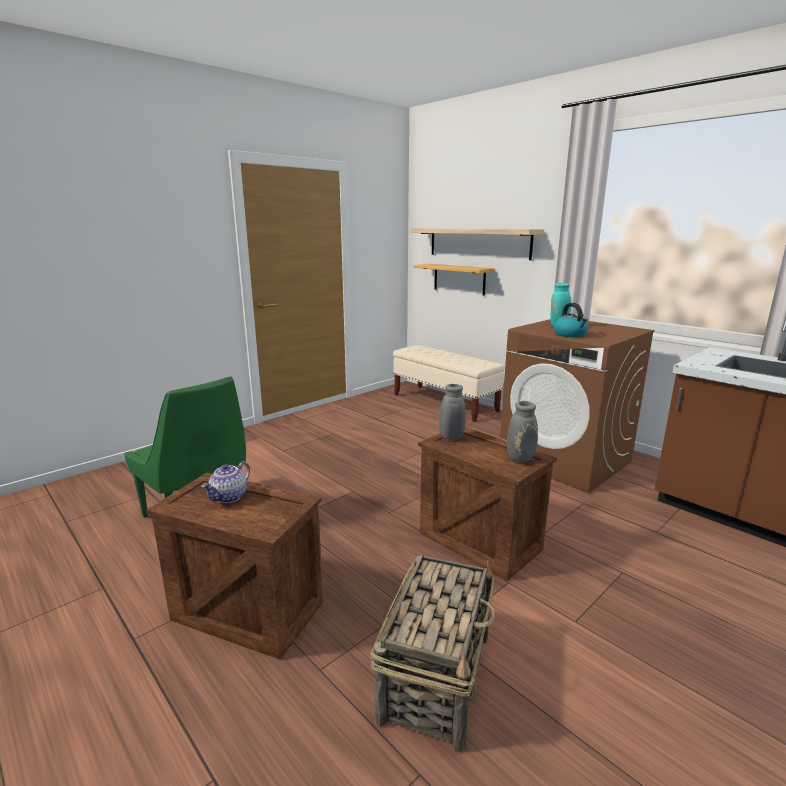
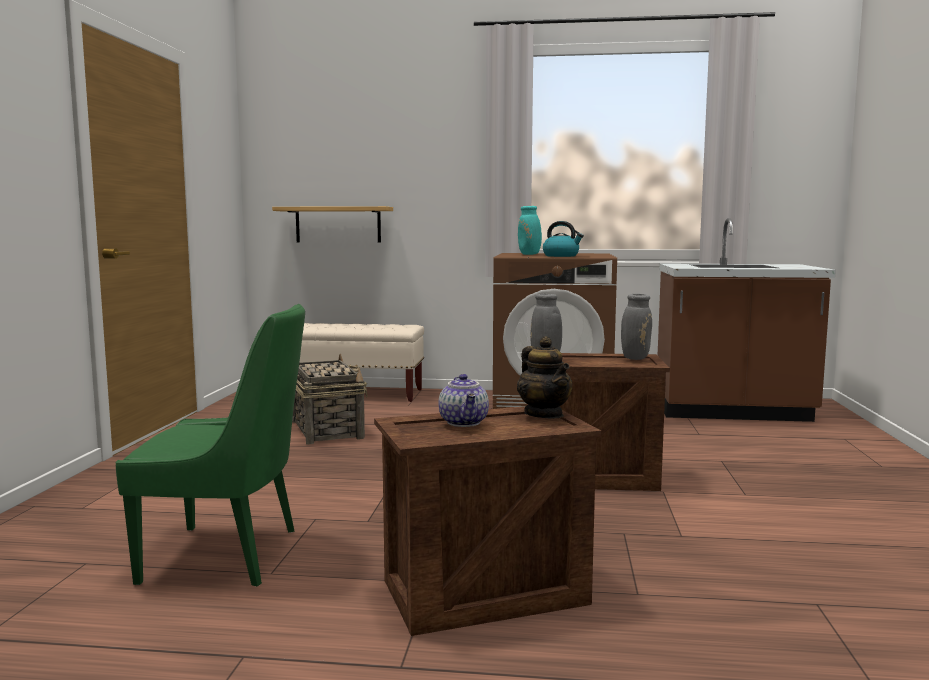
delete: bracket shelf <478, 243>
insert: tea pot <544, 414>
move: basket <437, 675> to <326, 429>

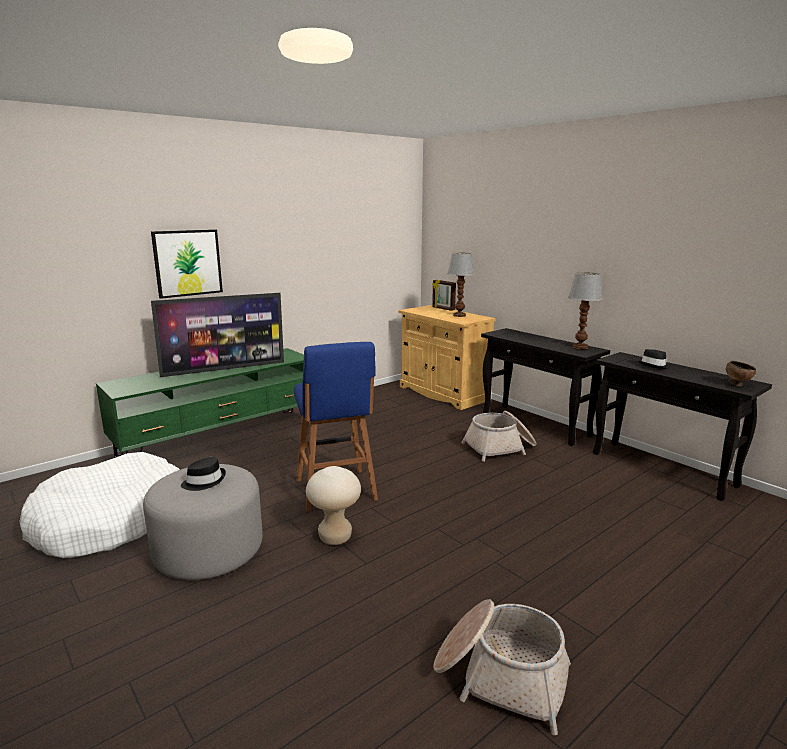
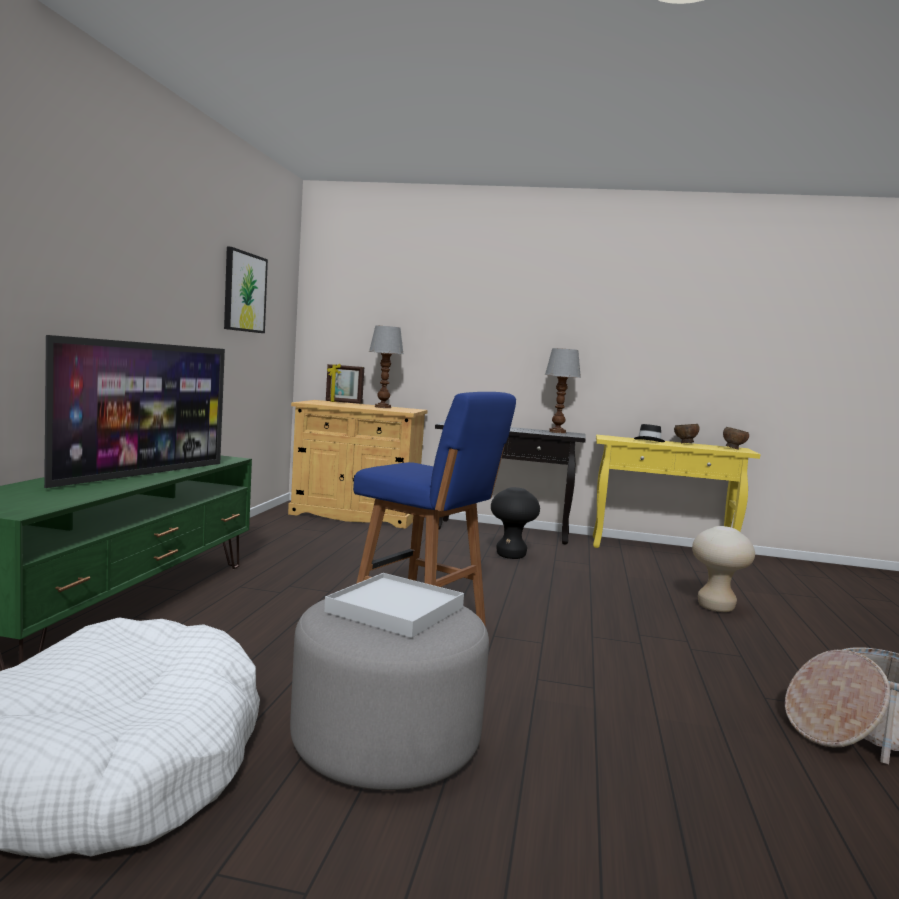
insert: deep dish in brown-coloured <685, 443>
move: wall art <187, 263> to <244, 292>; stool seat in beige <335, 537> to <715, 607>
replace: basket <500, 448> to stool seat in blackish <511, 556>; hat in blackish <204, 481> to tray in white <395, 610>
recolor: narrow table in blackish <663, 469> to narrow table in yellow <662, 550>

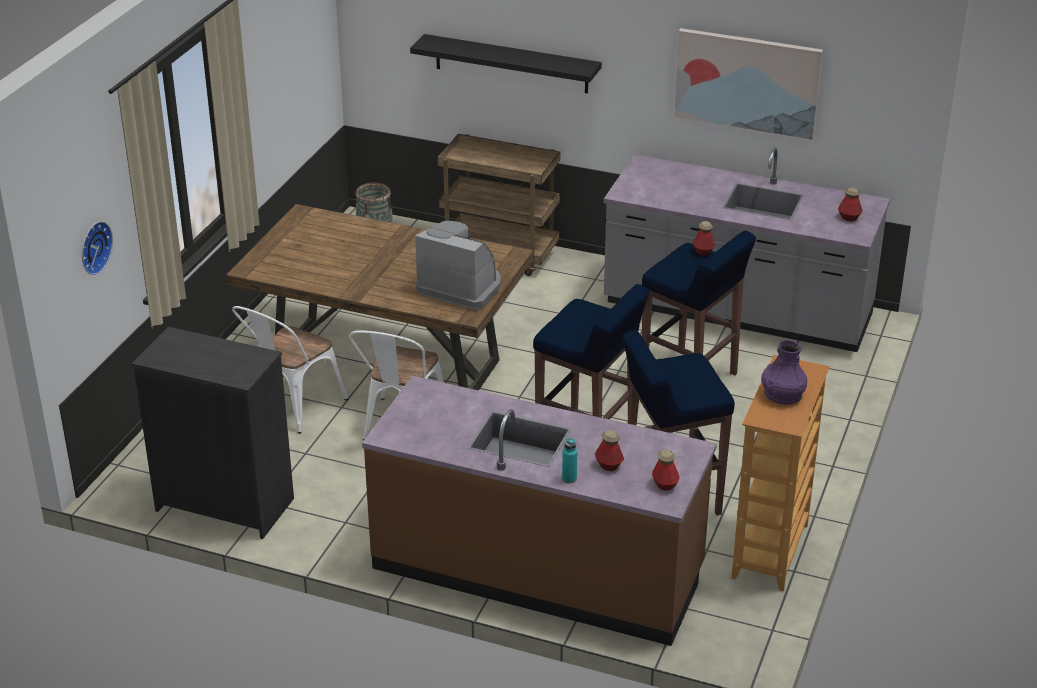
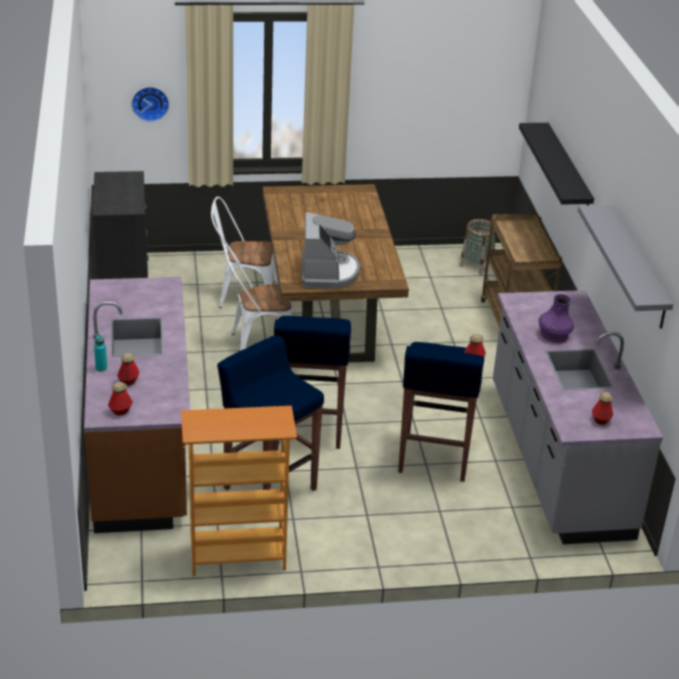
move: flower vase in purple <782, 394> to <554, 335>
replace: wall art <747, 82> to bracket shelf in grey <637, 267>

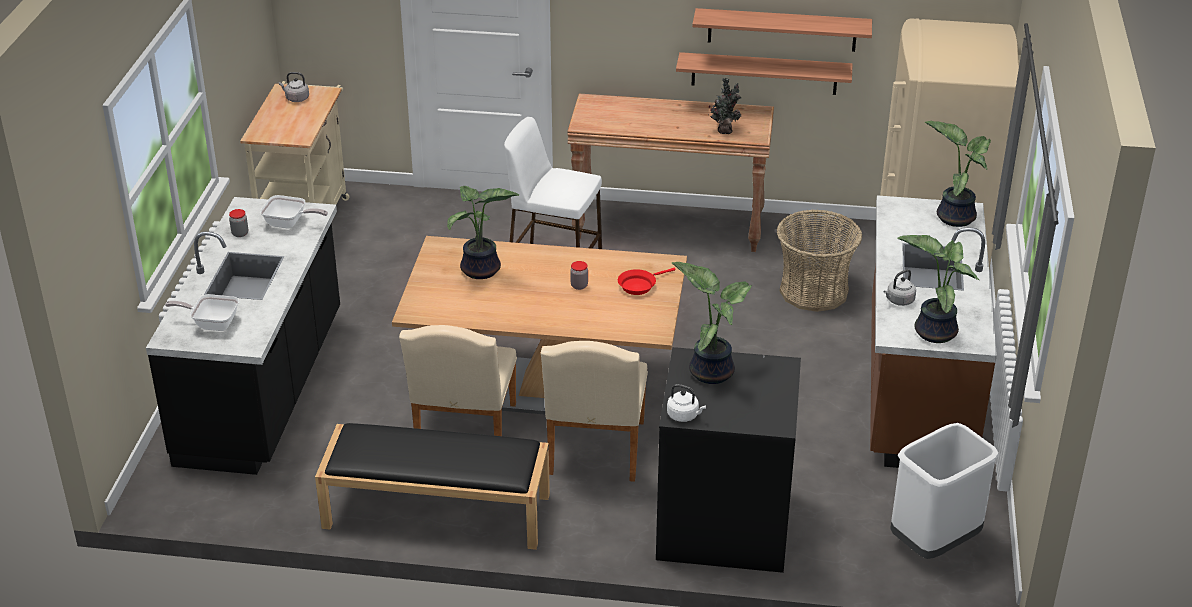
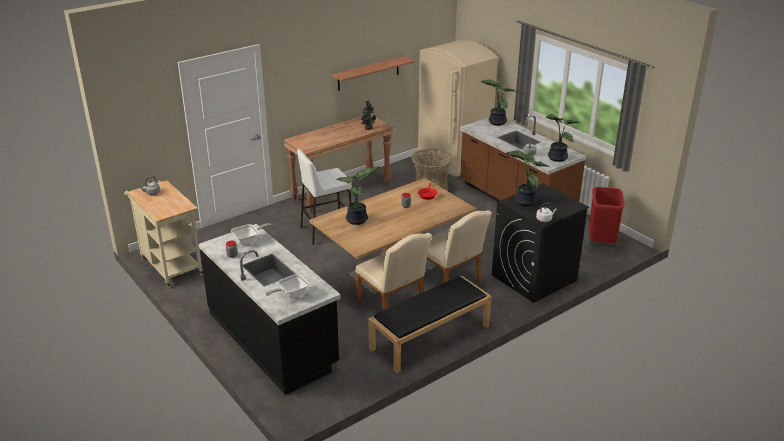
delete: bracket shelf <764, 73>
recolor: trash can in white <934, 543> to trash can in reddish <601, 244>

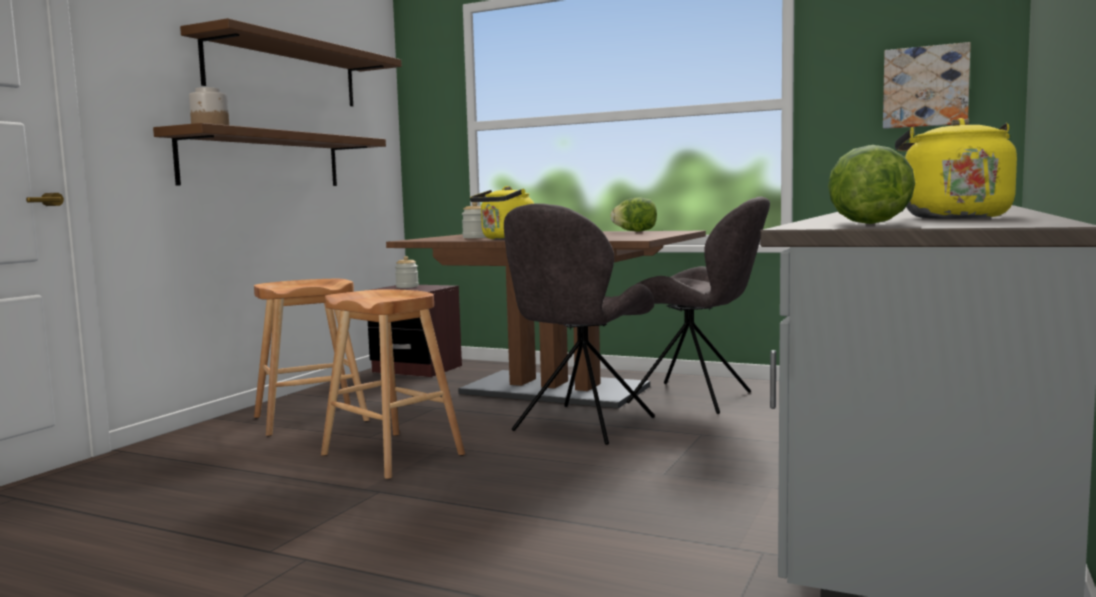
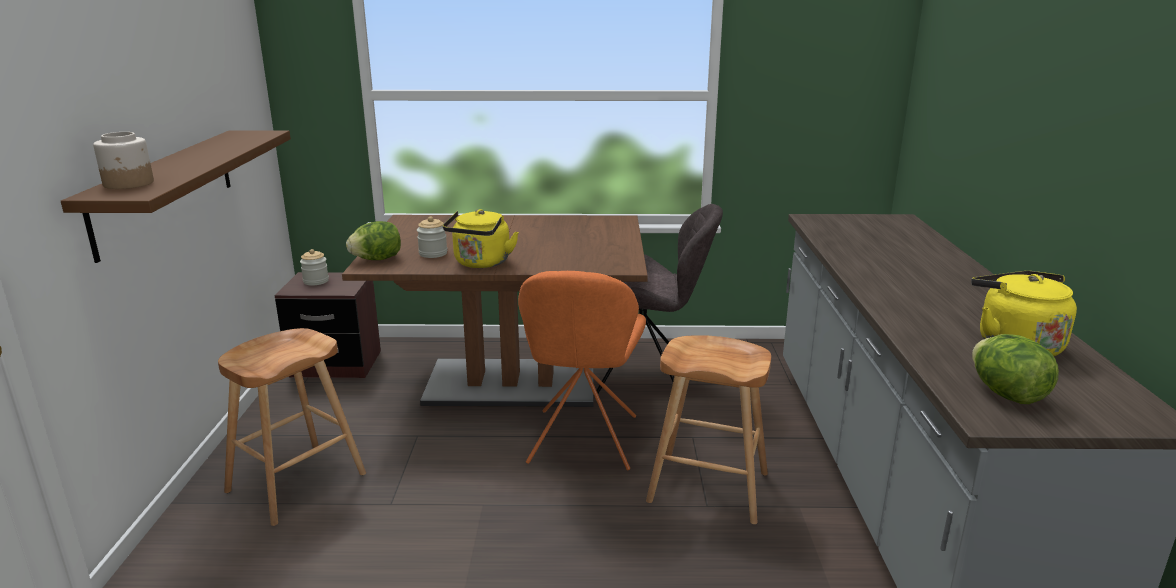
delete: bracket shelf in brown-coloured <283, 72>; wall art <925, 87>
move: head of lettuce <635, 231> to <377, 259>; stool seat in brown-coloured <392, 455> to <707, 487>
recolor: upright chair in grey <581, 425> to upright chair in orange-coloured <582, 442>

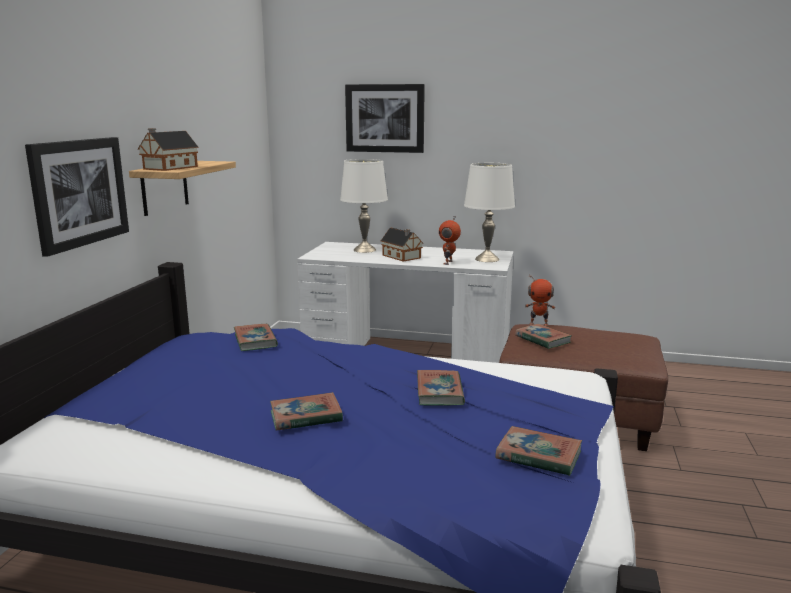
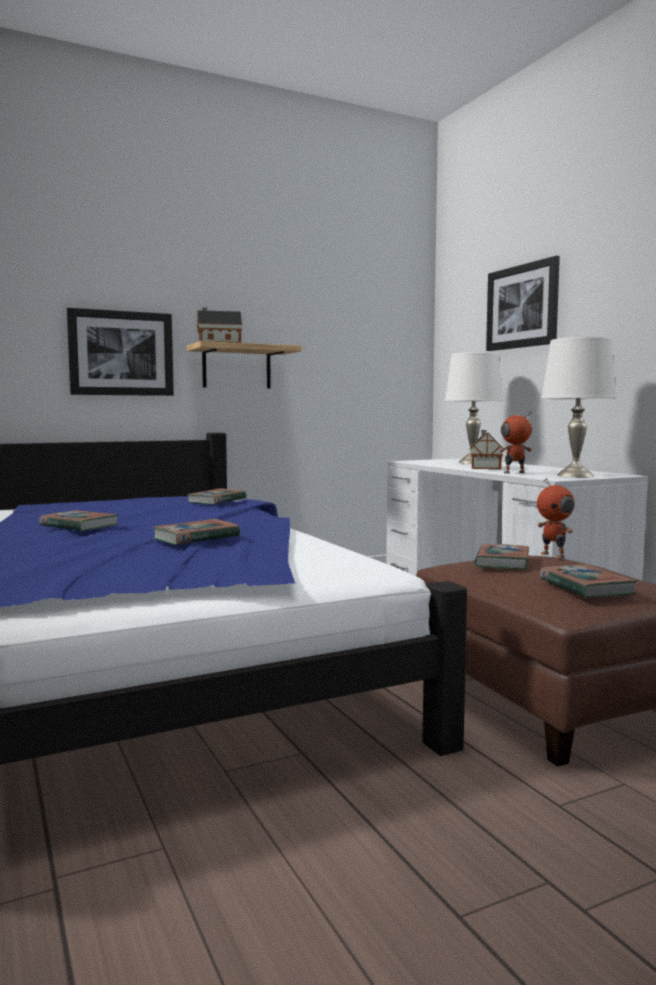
move: volume <538, 456> to <585, 587>

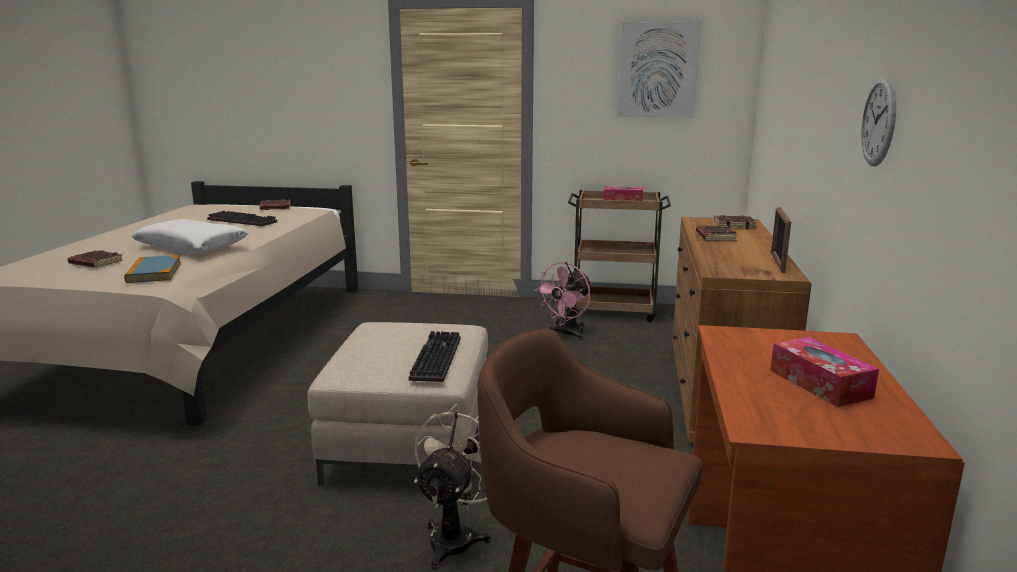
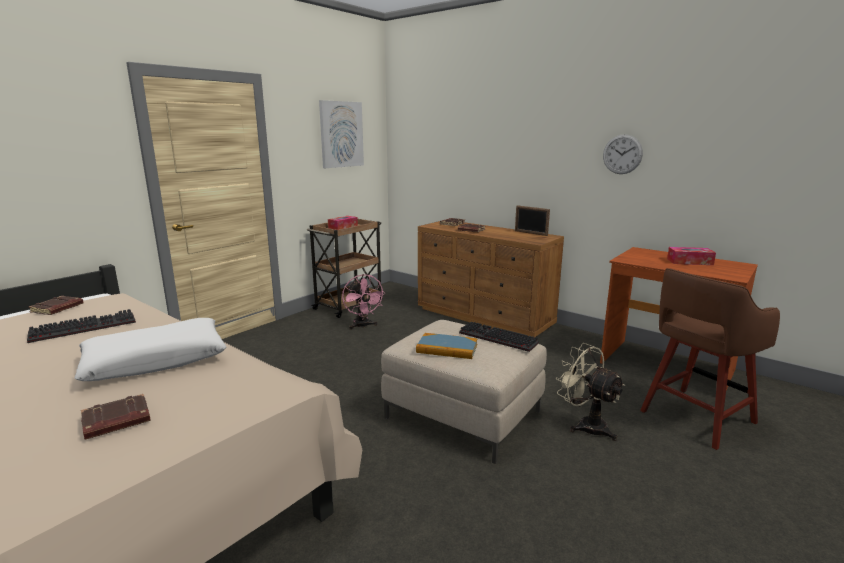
move: volume <154, 272> to <447, 349>

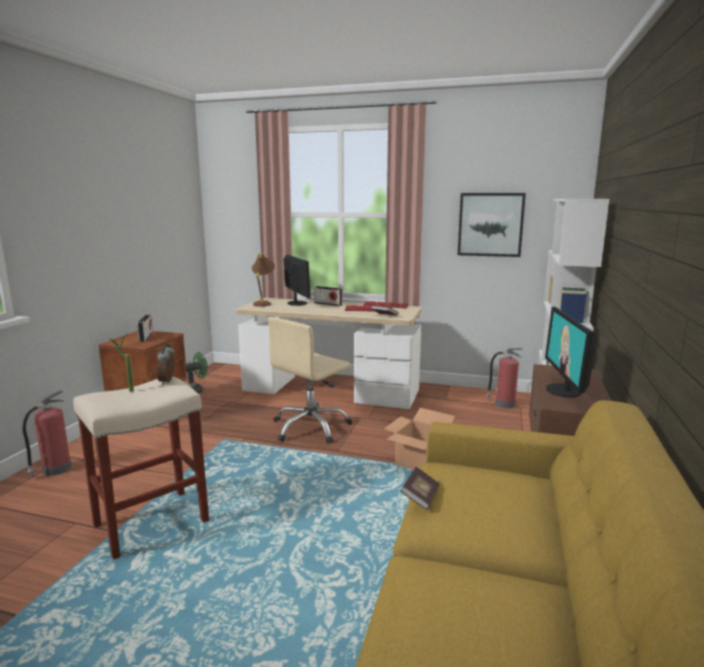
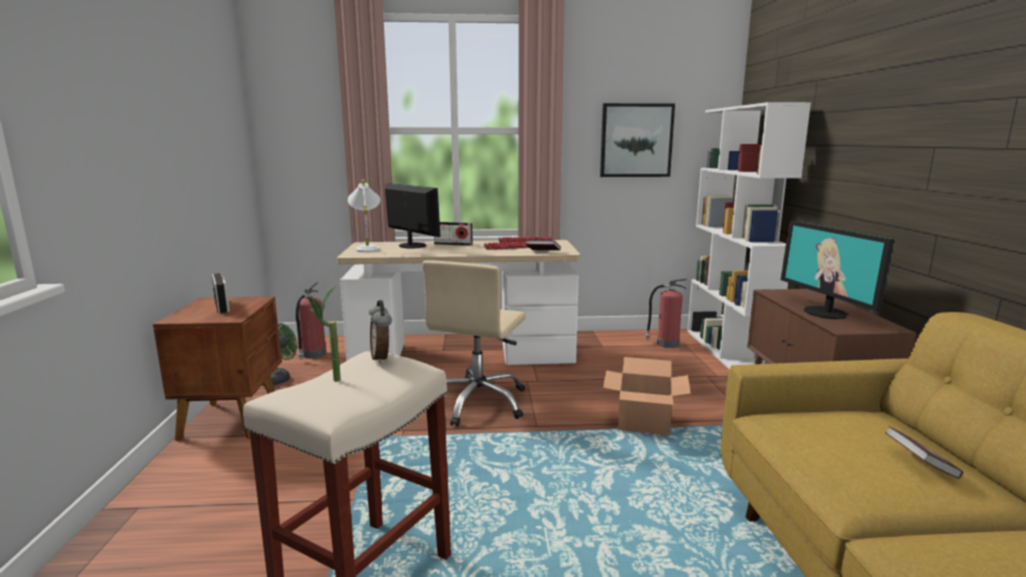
move: fire-fighting cylinder <55, 469> to <313, 354>; volume <420, 497> to <919, 464>
recolor: tabletop lamp in brown-coloured <264, 303> to tabletop lamp in white <367, 248>

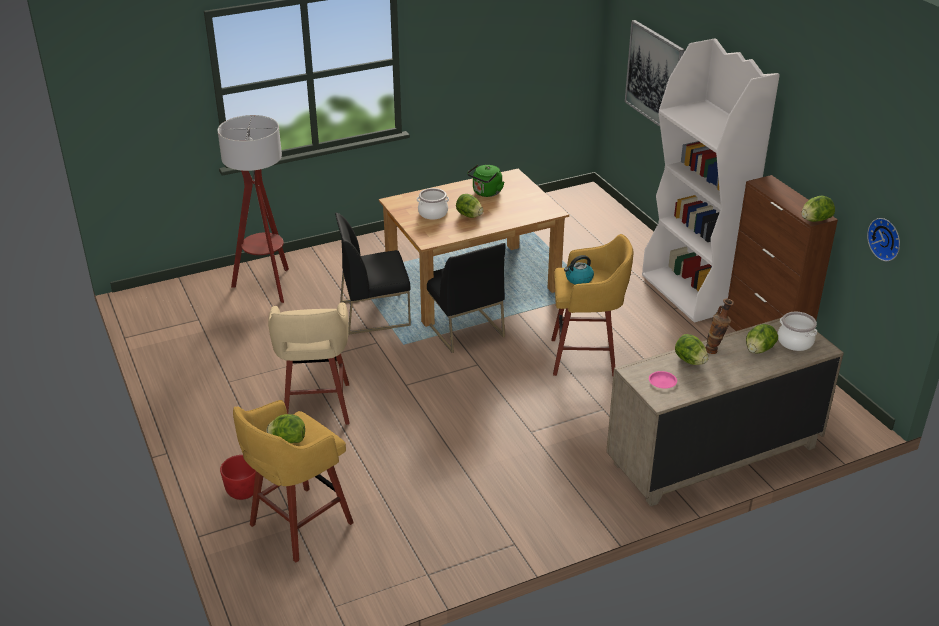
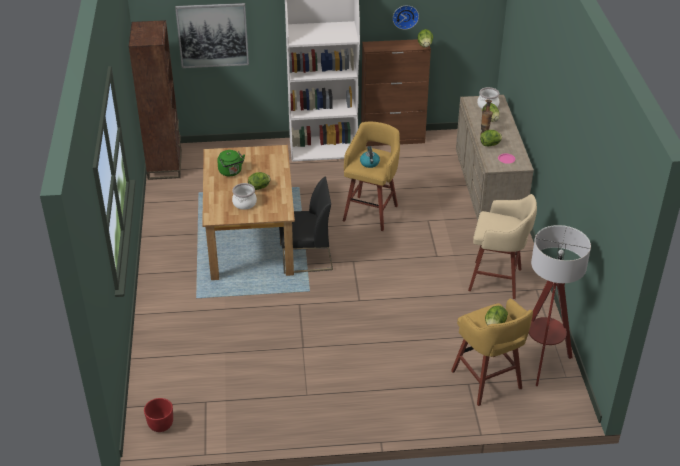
delete: upright chair in blackish <375, 313>
insert: bookshelf in brown-coloured <165, 165>
move: floor lamp <267, 286> to <541, 362>; clock on the wall <886, 238> to <405, 16>; stool seat in beige <316, 407> to <497, 280>; planter in reddish <243, 491> to <160, 425>

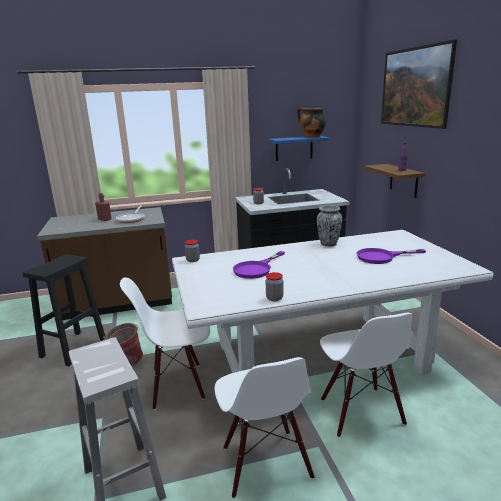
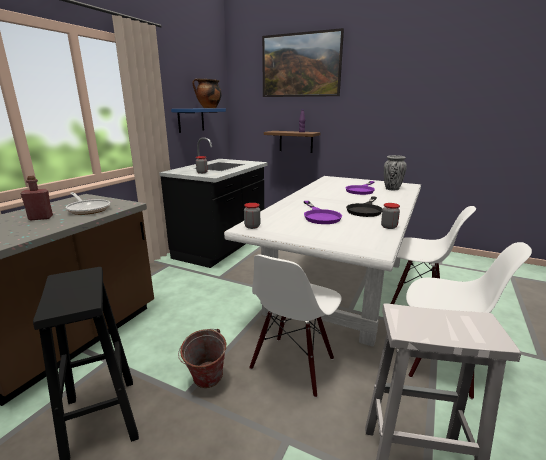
insert: skillet in blackish <365, 210>
move: flower vase <328, 244> to <392, 189>

